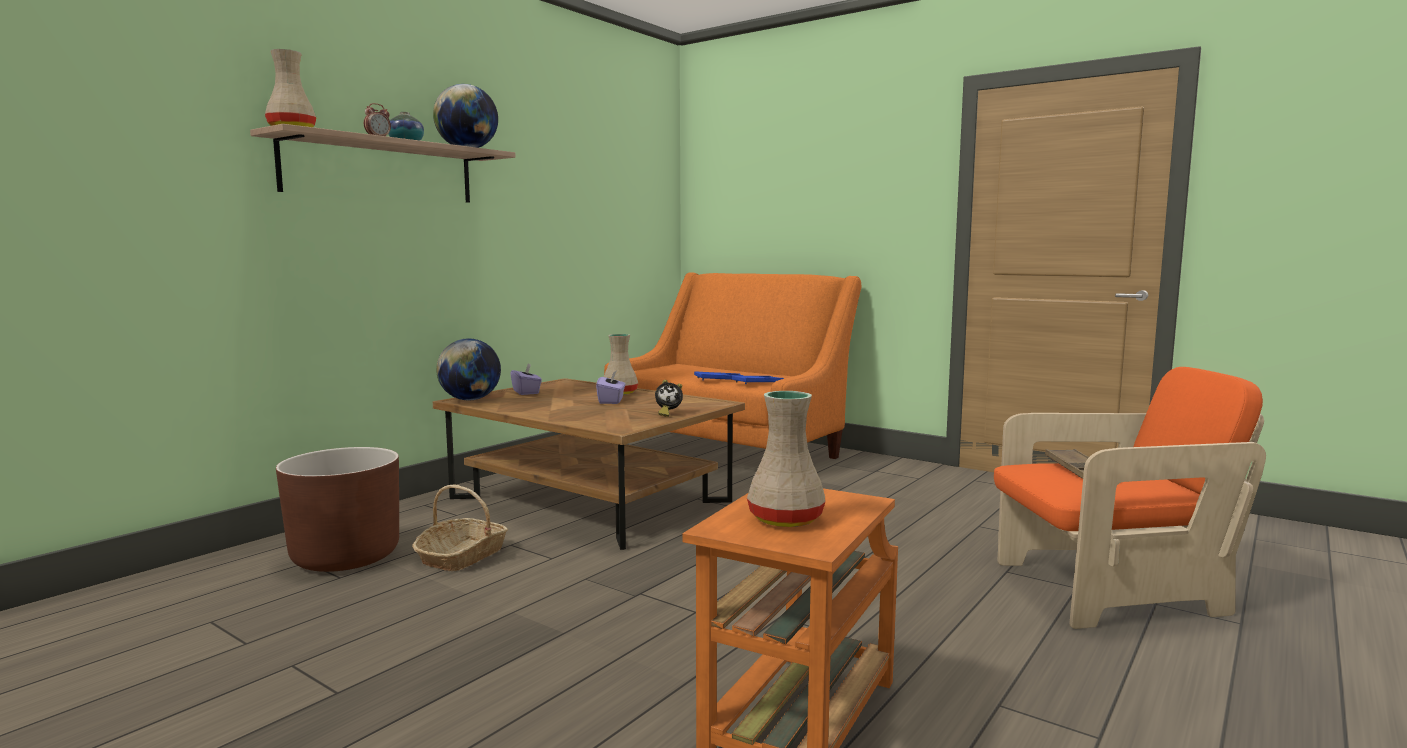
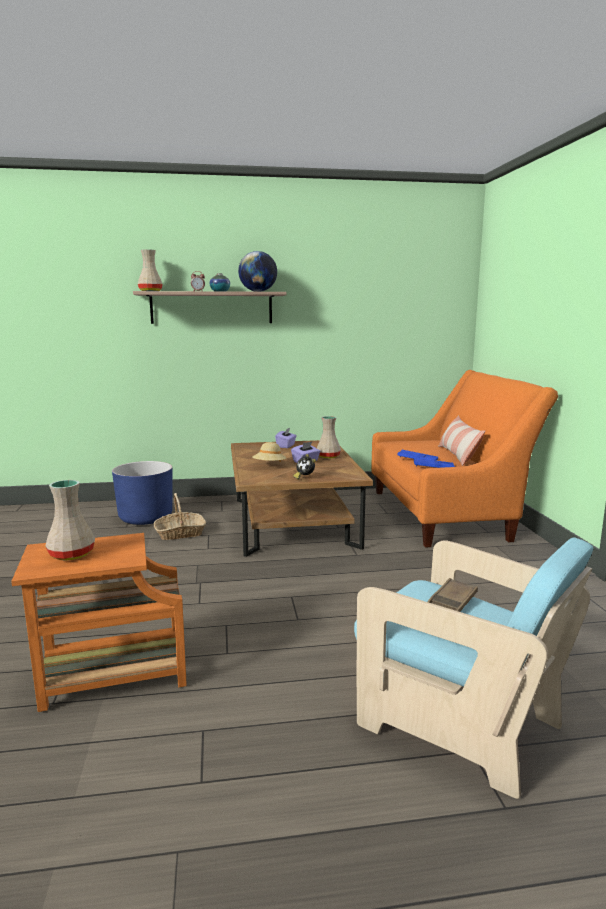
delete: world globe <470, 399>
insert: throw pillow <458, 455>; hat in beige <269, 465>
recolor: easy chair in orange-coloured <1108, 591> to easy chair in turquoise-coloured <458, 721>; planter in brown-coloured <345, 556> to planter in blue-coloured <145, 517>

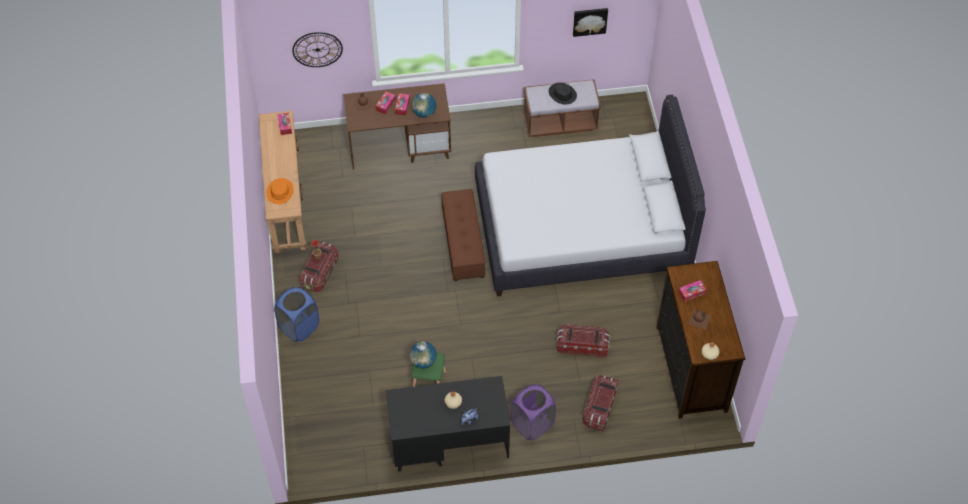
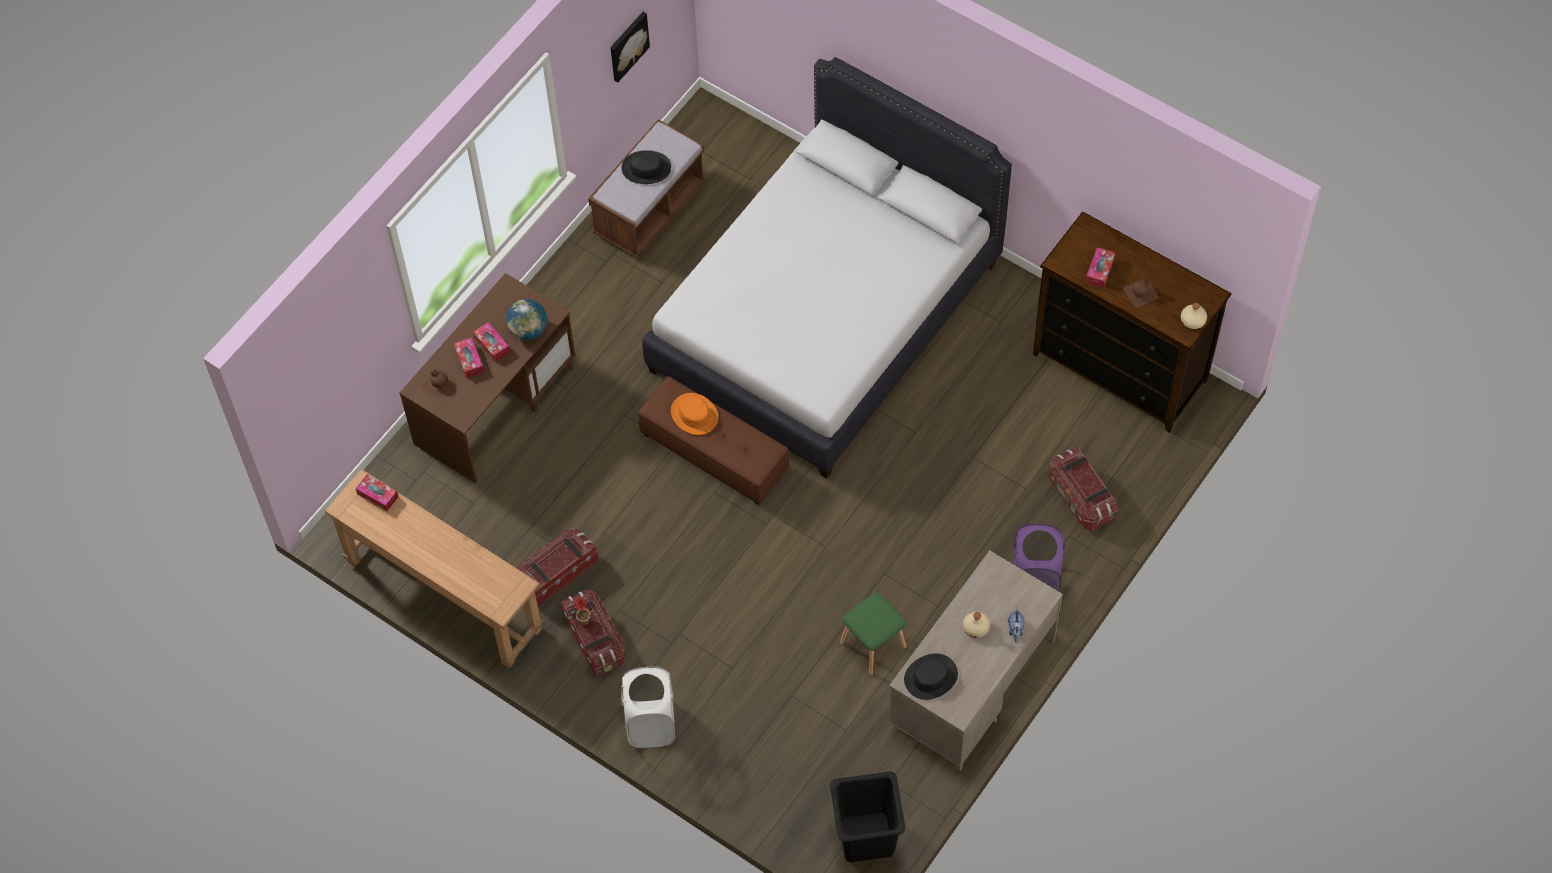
delete: clock on the wall <317, 49>; world globe <423, 361>
insert: hat in blackish <930, 677>; hamper in blackish <866, 836>
move: hat in orange-coloured <280, 191> to <694, 415>; storage container <582, 346> to <557, 574>
recolor: hamper in blue-coloured <299, 327> to hamper in white <651, 724>; desk in blackish <448, 441> to desk in beige <972, 687>

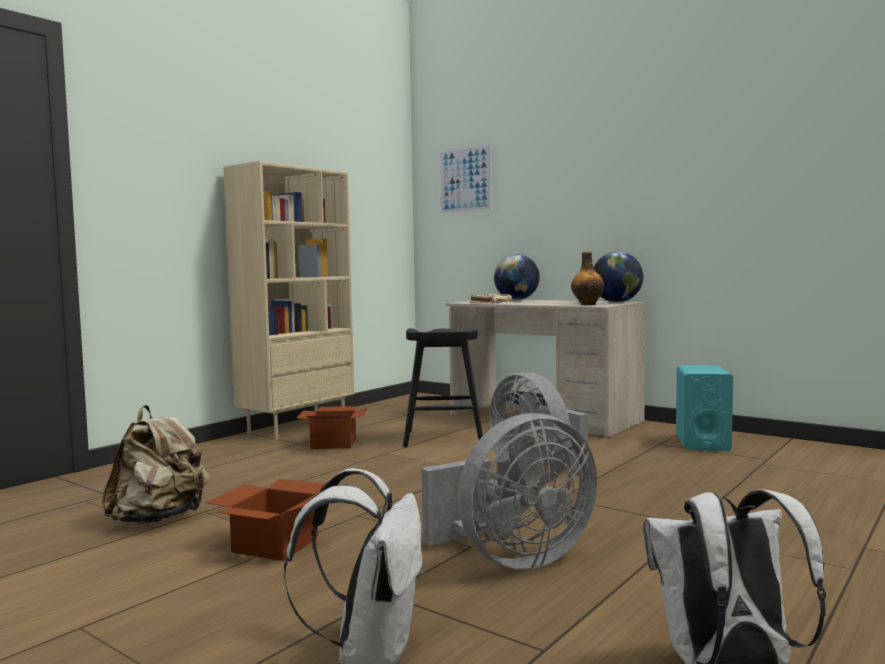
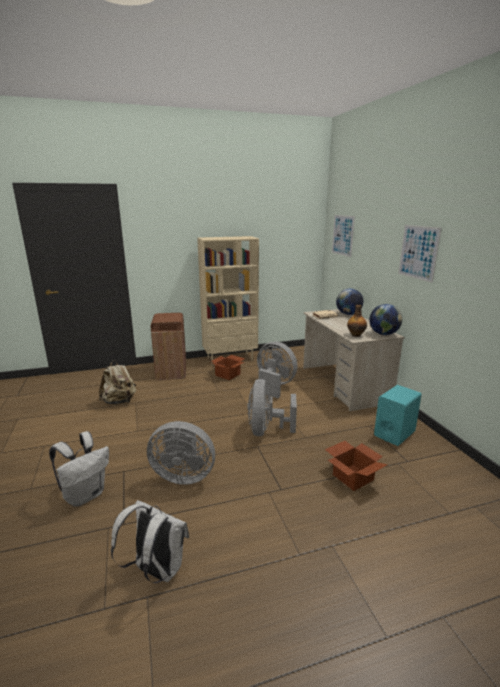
insert: wall art <418, 252>; trash can in brown-coloured <172, 372>
move: carton <274, 544> to <352, 476>
replace: stool seat in blackish <444, 438> to cooling fan in grey <274, 385>

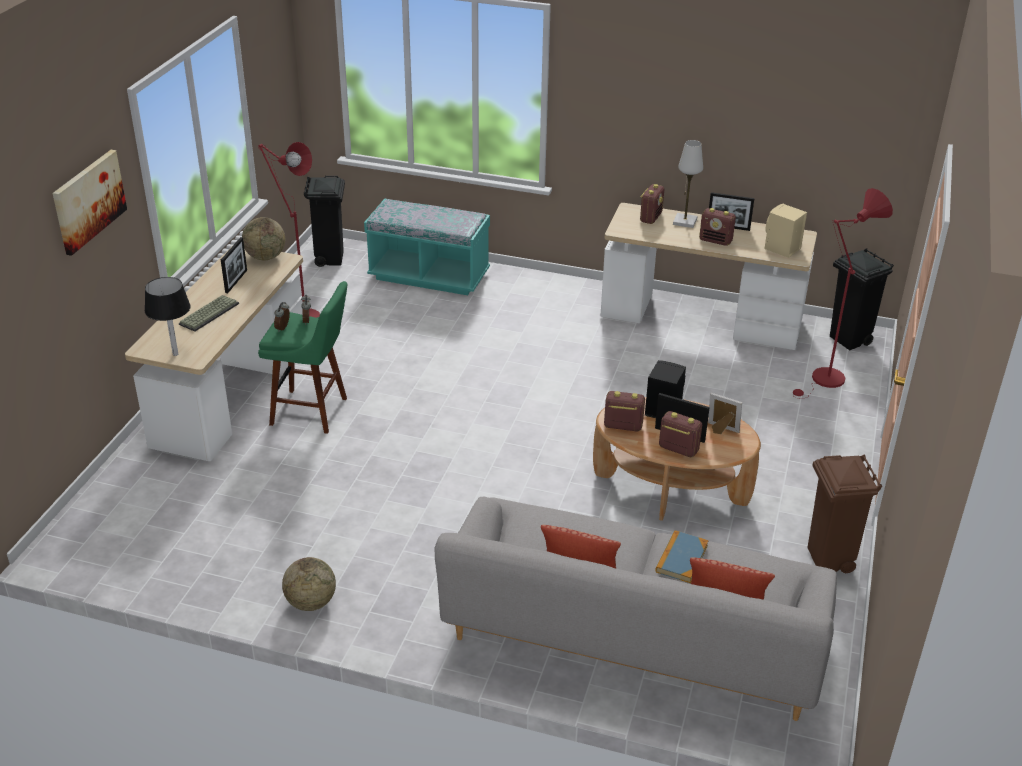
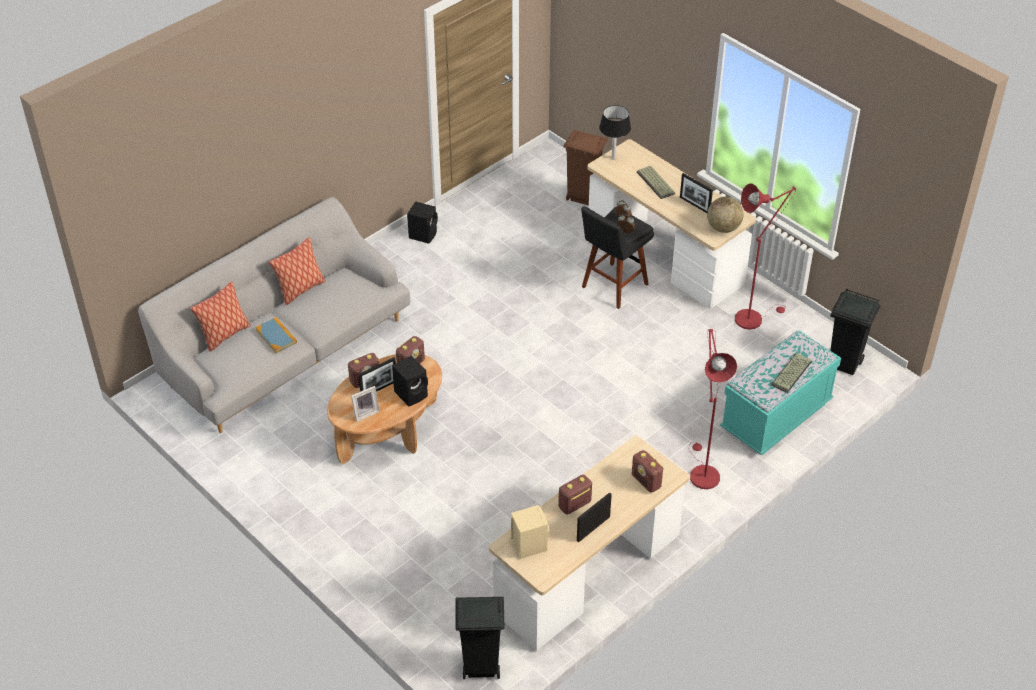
delete: tabletop lamp in white <684, 222>; wall art <88, 201>
insert: computer keyboard <792, 374>
move: floor lamp in reddish <824, 381> to <702, 473>; trash can in brown-coloured <829, 560> to <582, 198>
replace: world globe <311, 602> to loudspeaker in blackish <423, 234>
recolor: stool seat in greenish <313, 412> to stool seat in blackish <612, 287>

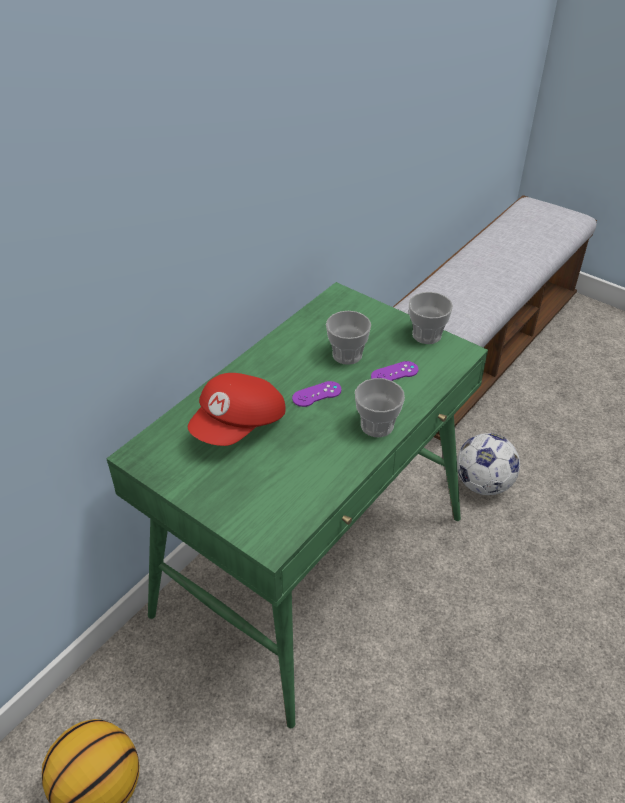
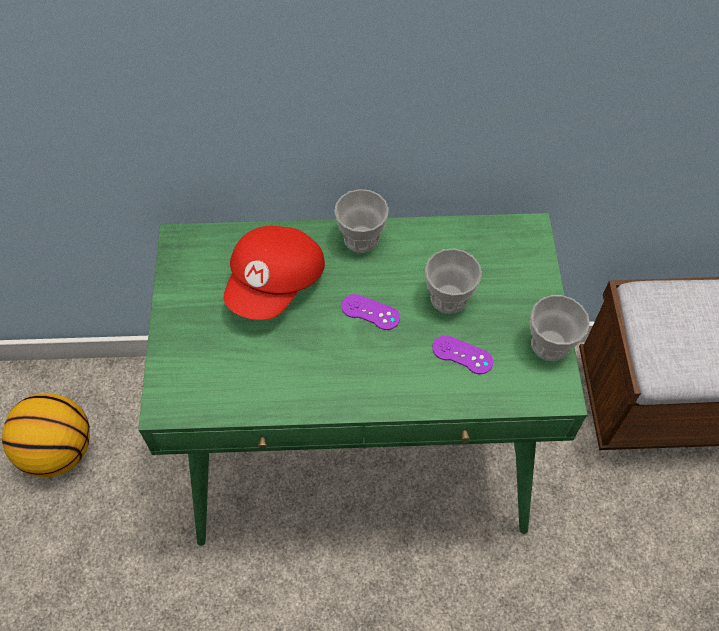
delete: football <483, 484>
move: small cup <377, 425> to <361, 238>
rotate: baseball cap in reddish <239, 425> = <276, 284> 60 degrees counterclockwise

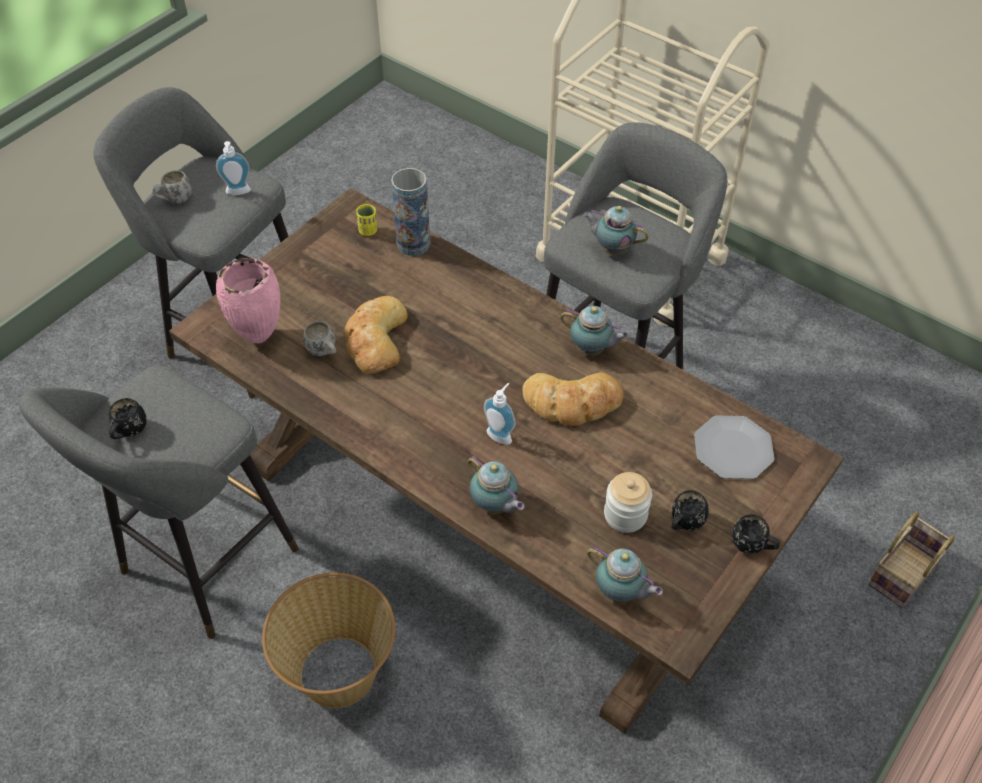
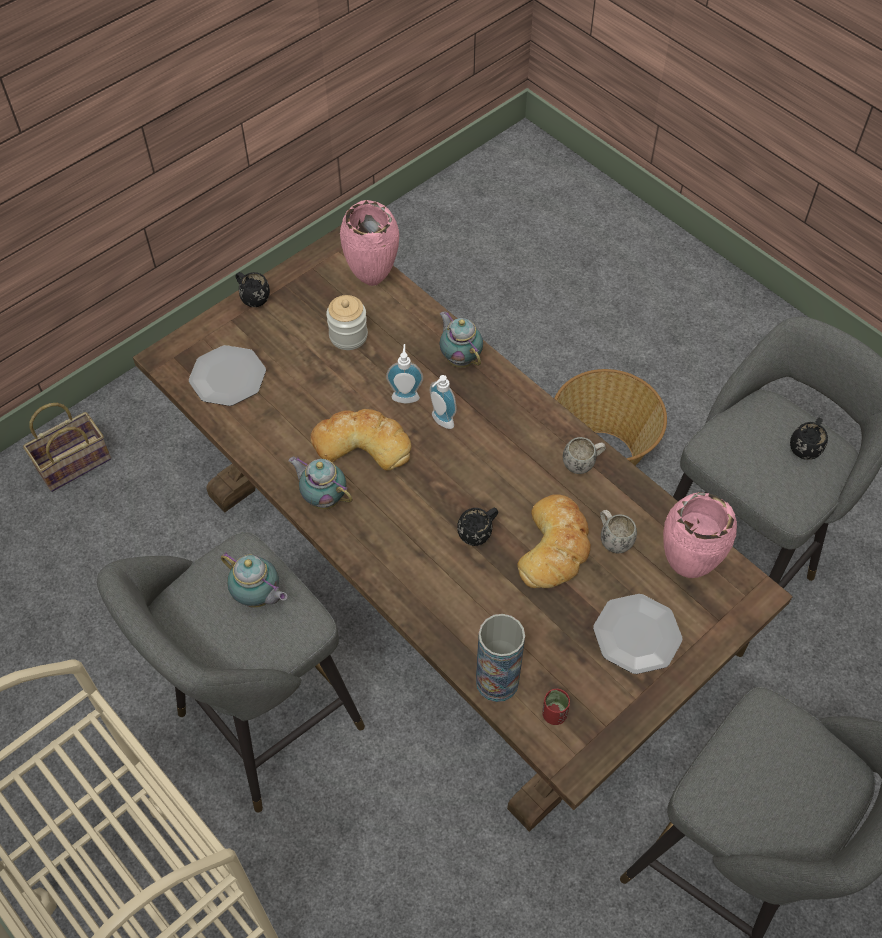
insert: flat dish <637, 635>
move: soap dispenser <238, 193> to <405, 395>; tea mug in white <175, 200> to <583, 463>; tea mug in blackish <684, 524> to <478, 533>
replace: tea pot <620, 593> to flower vase in pink <373, 281>
recolor: small cup in yellow <368, 230> to small cup in reddish <554, 714>

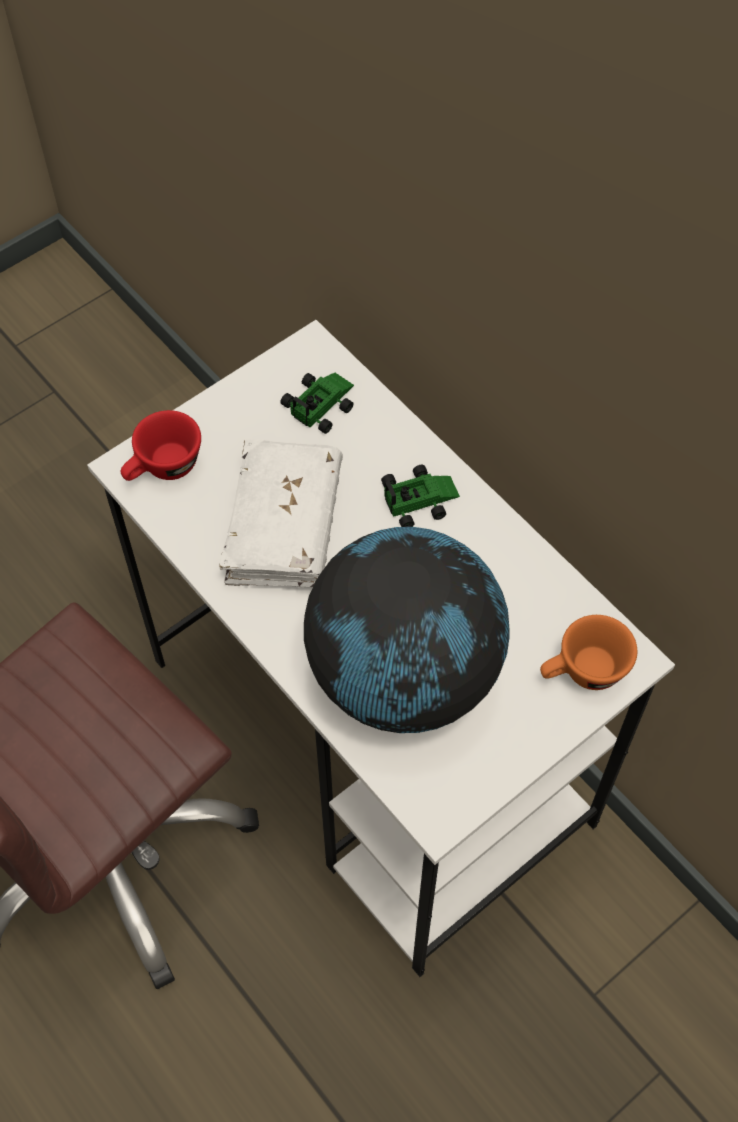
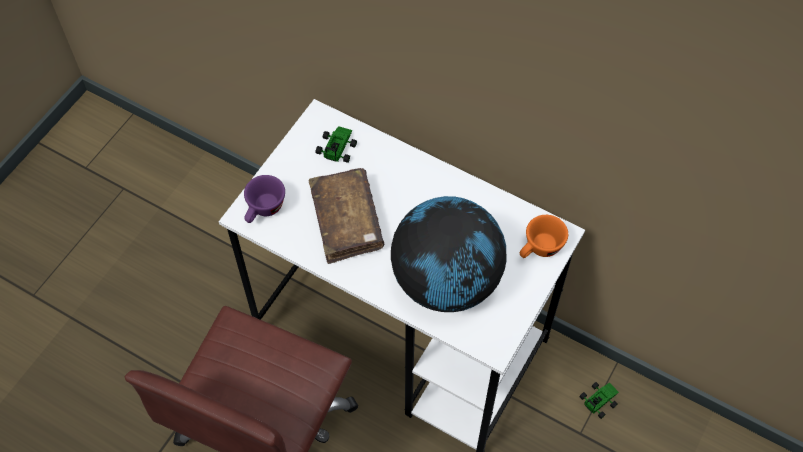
move: toy car <421, 497> to <601, 398>
recolor: small cup in reddish <163, 468> to small cup in purple <264, 210>; volume in white <284, 526> to volume in brown-coloured <346, 221>

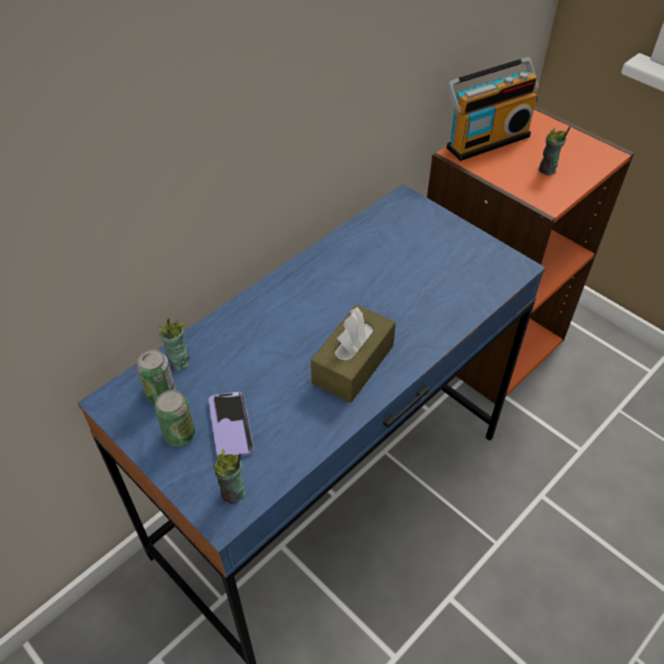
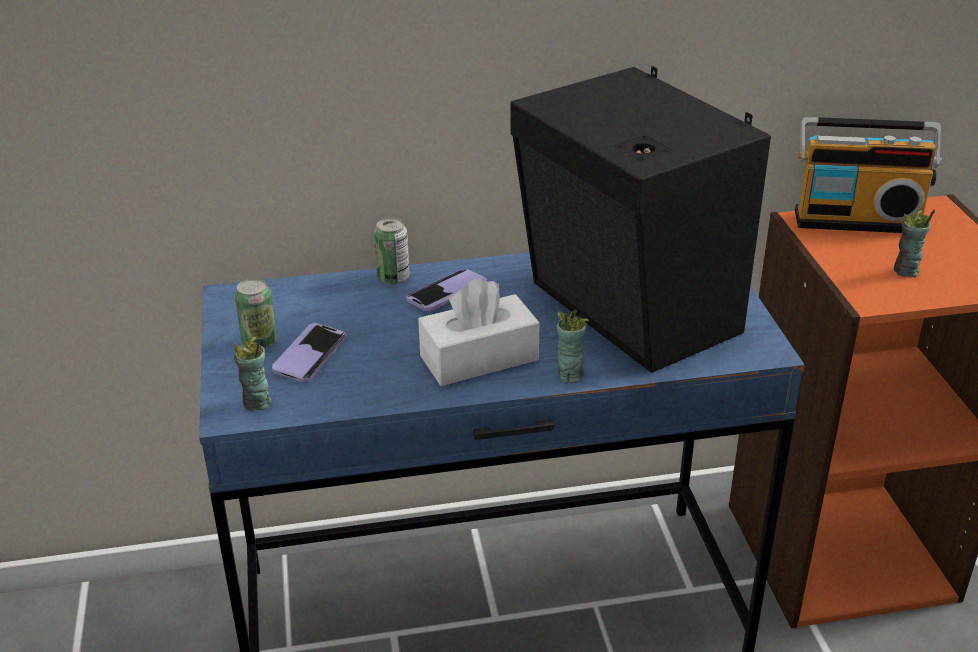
insert: loudspeaker in blackish <628, 312>; handset <447, 292>
move: small cup <179, 362> to <569, 374>; sealed can <161, 394> to <393, 278>
recolor: tissue box in brown-coloured <353, 364> to tissue box in white <479, 358>

